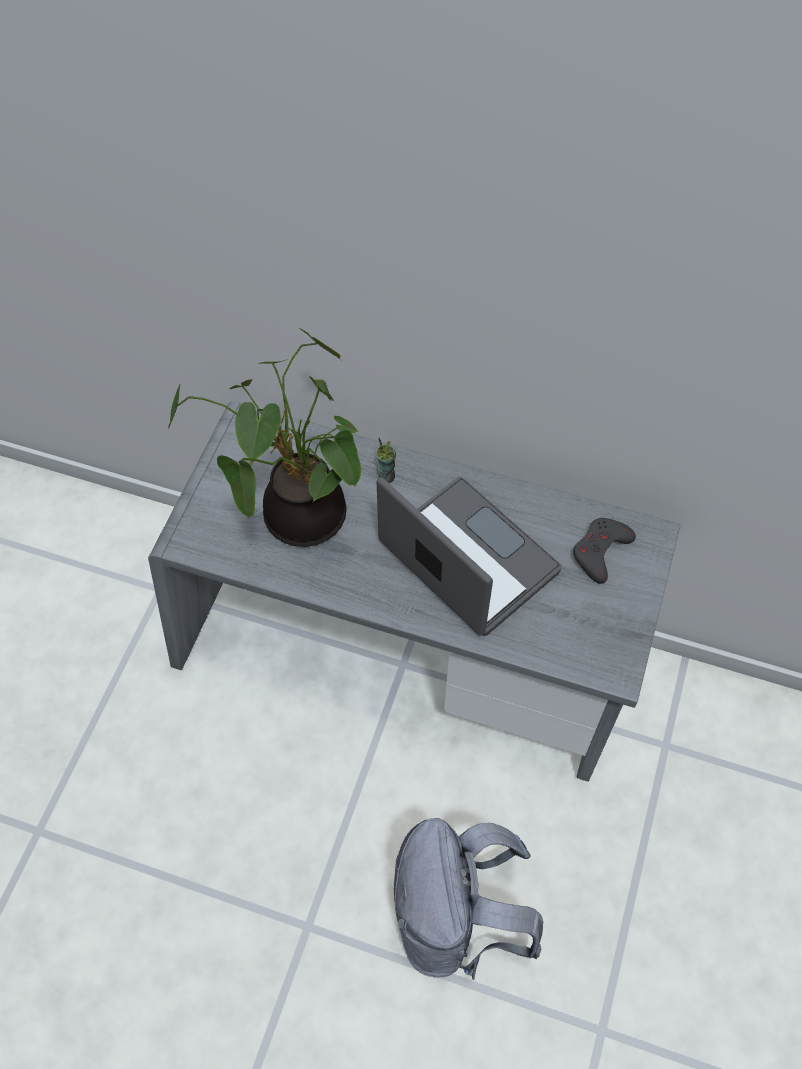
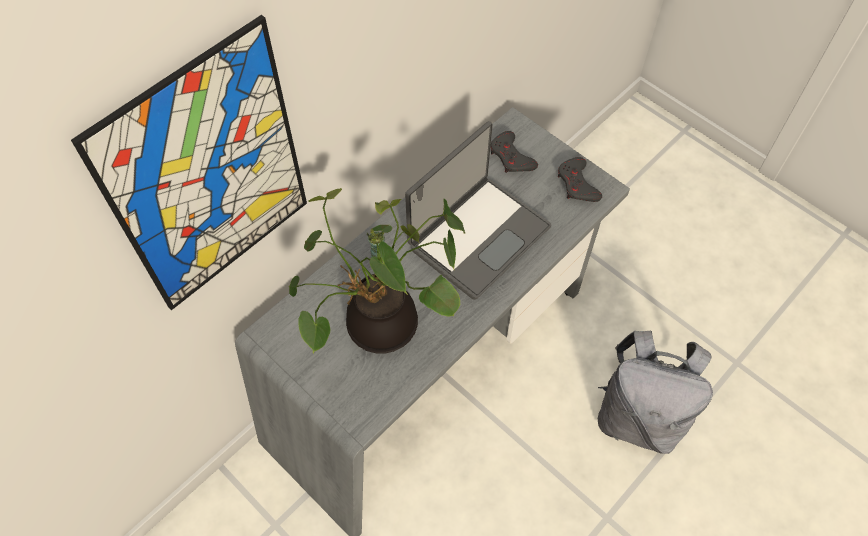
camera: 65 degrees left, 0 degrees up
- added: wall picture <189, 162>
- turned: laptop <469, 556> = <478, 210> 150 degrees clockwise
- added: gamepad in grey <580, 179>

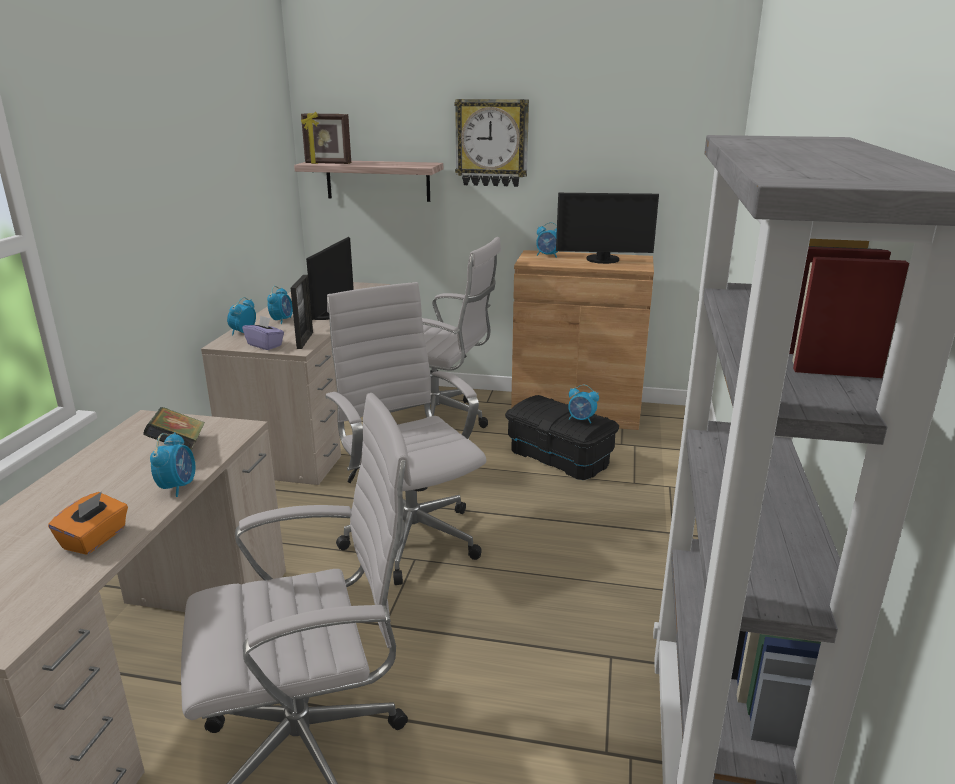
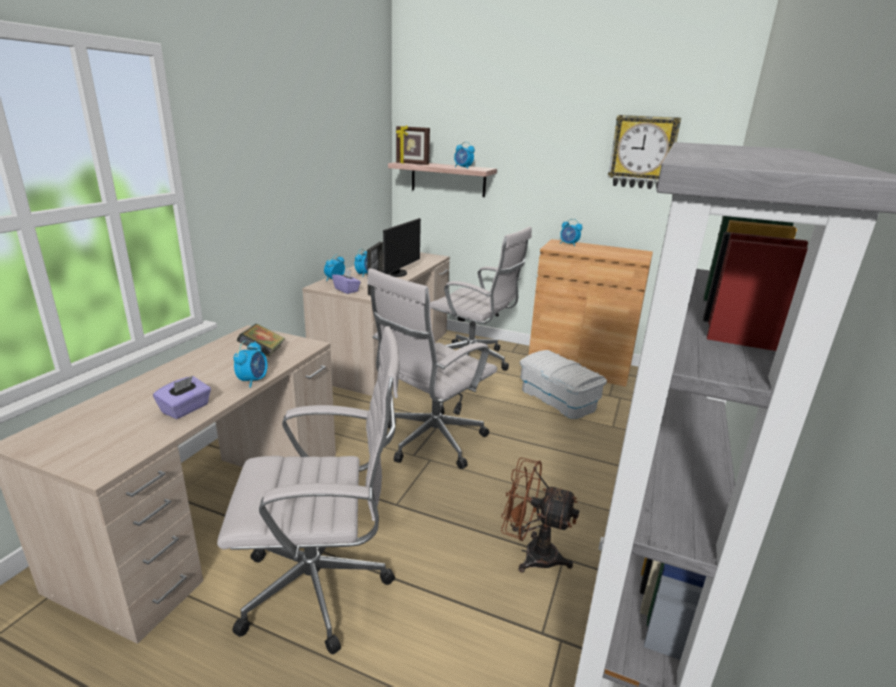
camera: 10 degrees right, 0 degrees up
- recoloured: tissue holder in orange <88, 523> to tissue holder in purplish <182, 397>
- turned: computer chair in whitish <405, 433> = <432, 368> 120 degrees counterclockwise
- moved: alarm clock <583, 404> to <464, 155>
- added: fan in brownish <540, 515>
- recoloured: storage container in blackish <562, 437> to storage container in whitish <563, 384>
- moved: clock on the wall <491, 143> to <644, 152>
- removed: computer display <607, 228>

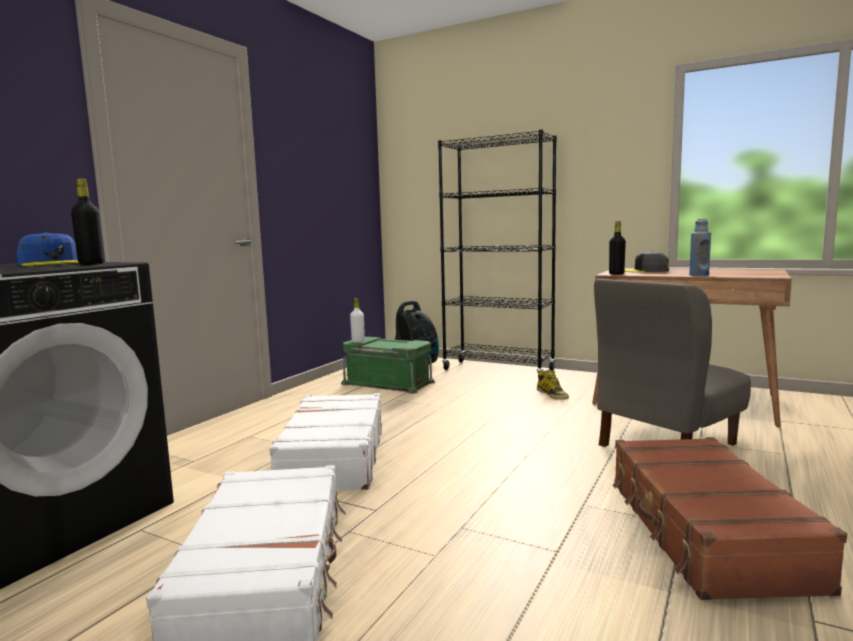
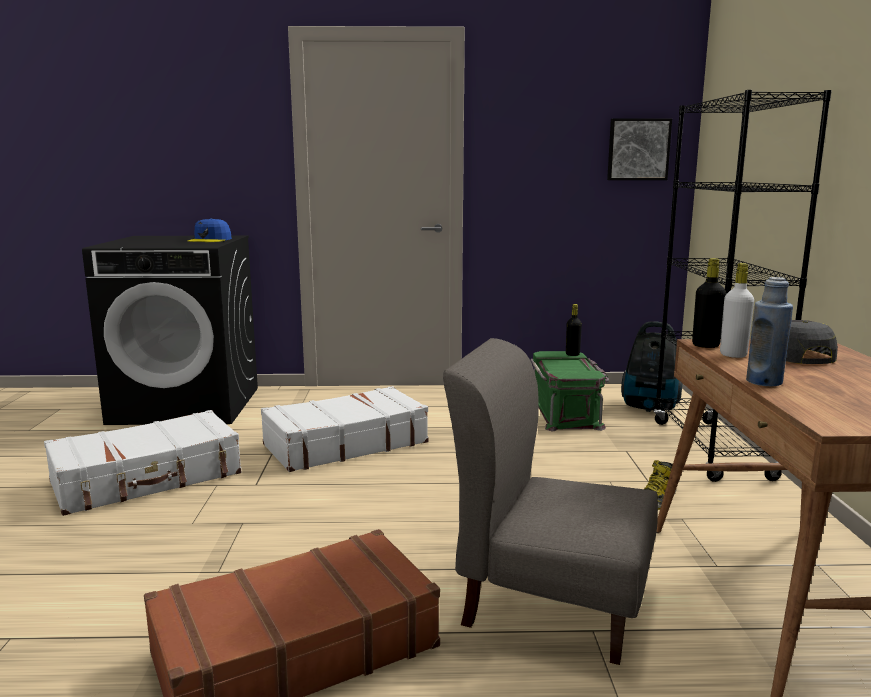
camera: 60 degrees right, 5 degrees up
- moved: bottle in blackish <87, 222> to <574, 330>
- added: wall picture <639, 149>
- moved: bottle in whitish <357, 320> to <737, 310>

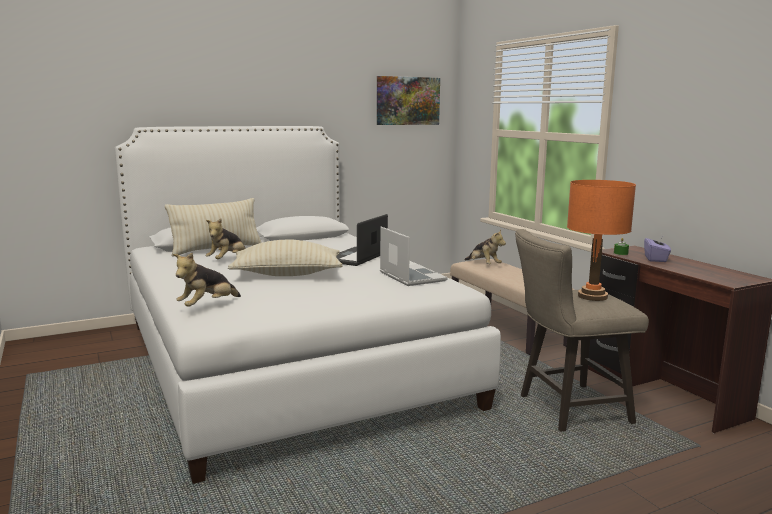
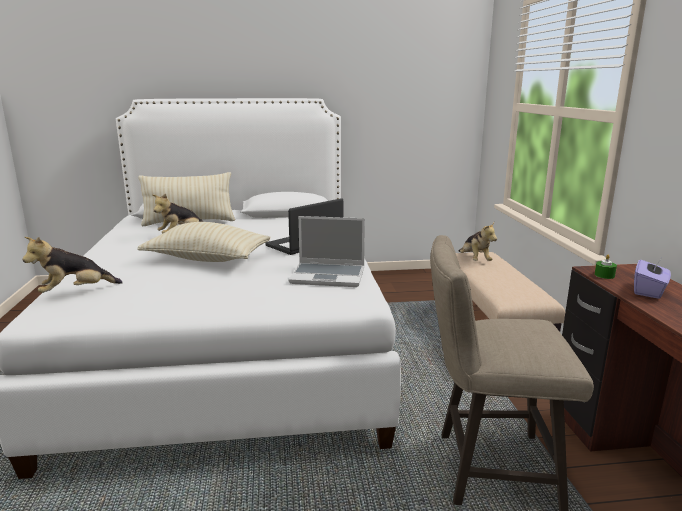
camera: 20 degrees right, 5 degrees up
- turned: laptop <414, 256> = <327, 251> 105 degrees clockwise
- removed: wall picture <408, 100>
- removed: tabletop lamp in orange <601, 240>

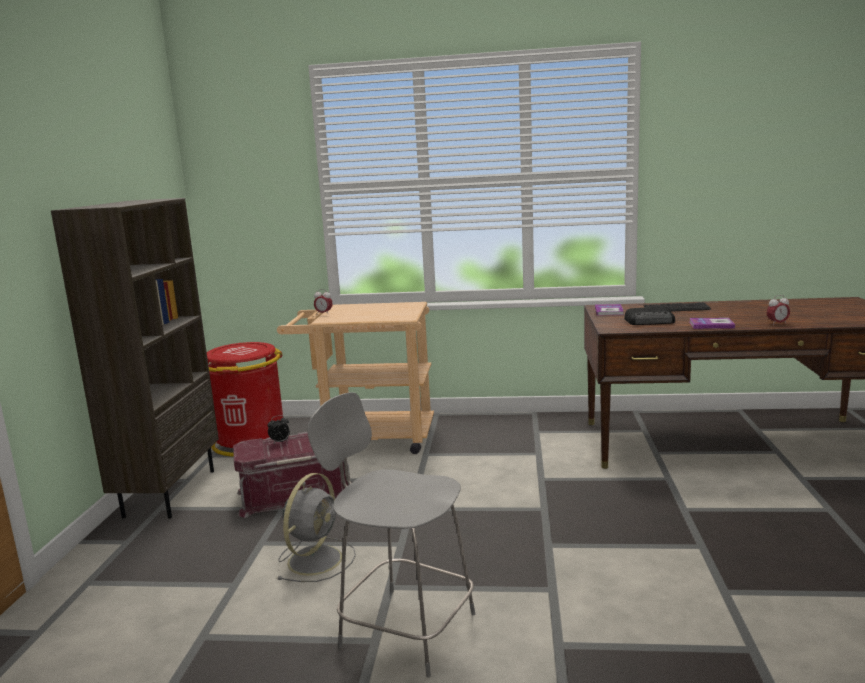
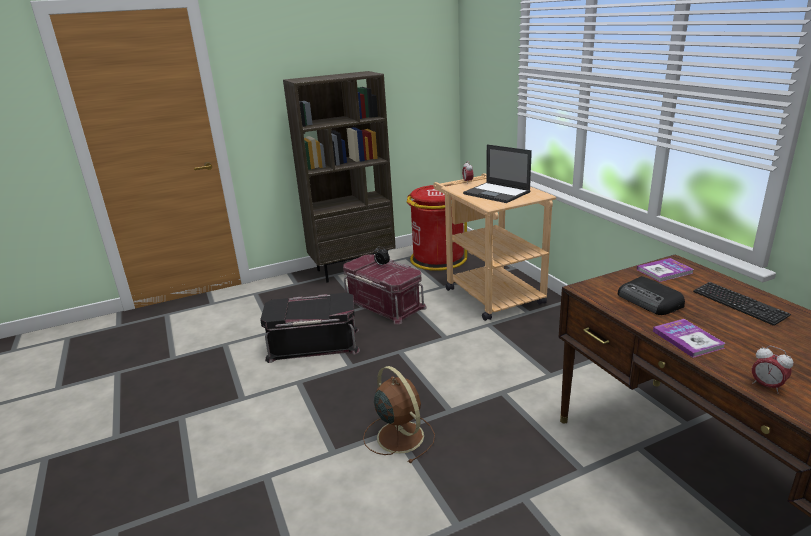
camera: 60 degrees right, 10 degrees up
- replaced: fan in grey <316, 527> to storage container in blackish <310, 328>
- added: fan in brownish <399, 414>
- added: laptop <497, 173>
- removed: chair in grey <391, 535>

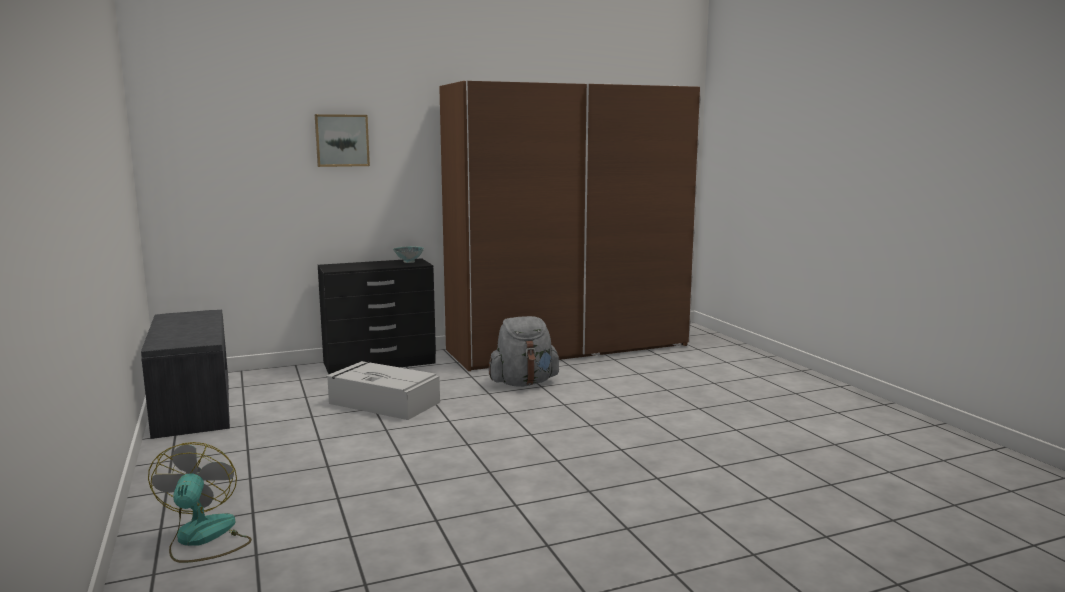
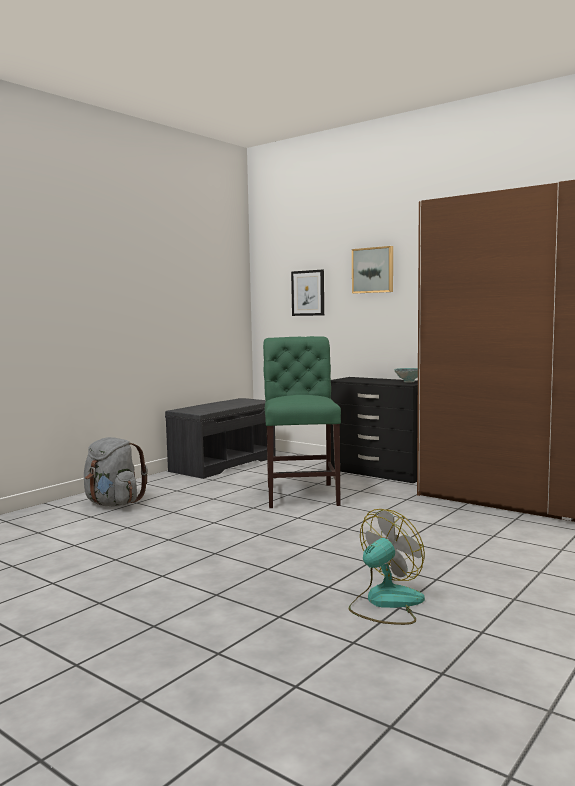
camera: 60 degrees right, 5 degrees down
- moved: knapsack in grey <524, 351> to <116, 472>
- replaced: storage container in grey <383, 390> to chair in greenish <302, 422>
- added: wall picture <307, 293>
- moved: fan <200, 502> to <387, 567>

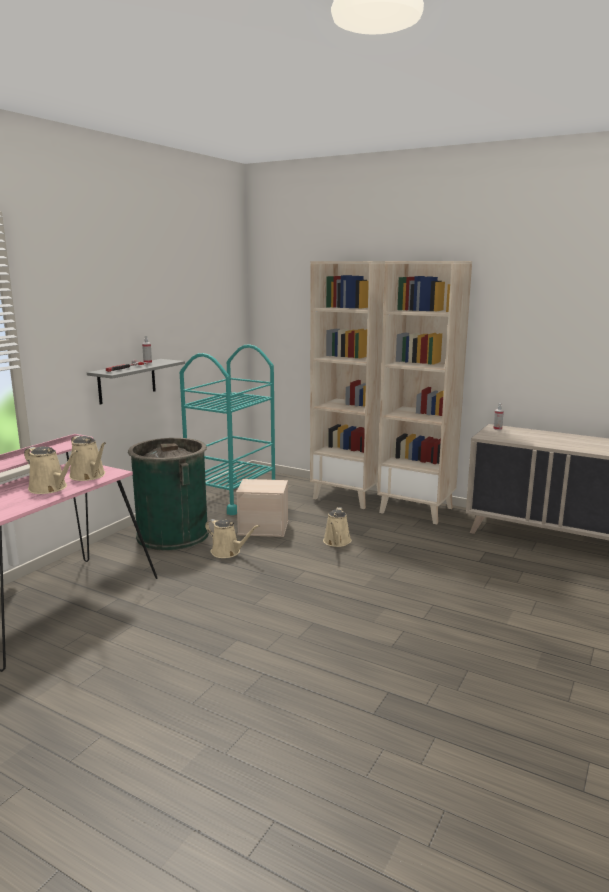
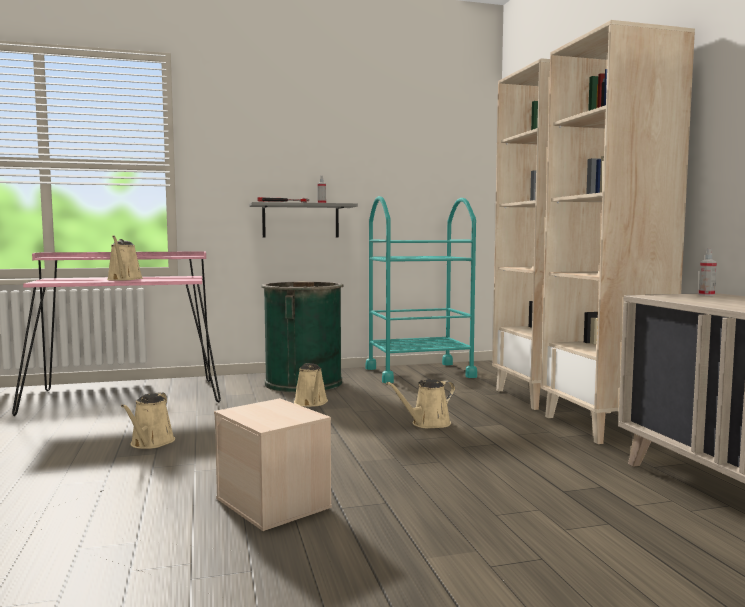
camera: 45 degrees right, 10 degrees down
- moved: watering can in sand-coloured <87, 458> to <148, 421>
- moved: storage container in sand-coloured <262, 508> to <273, 464>

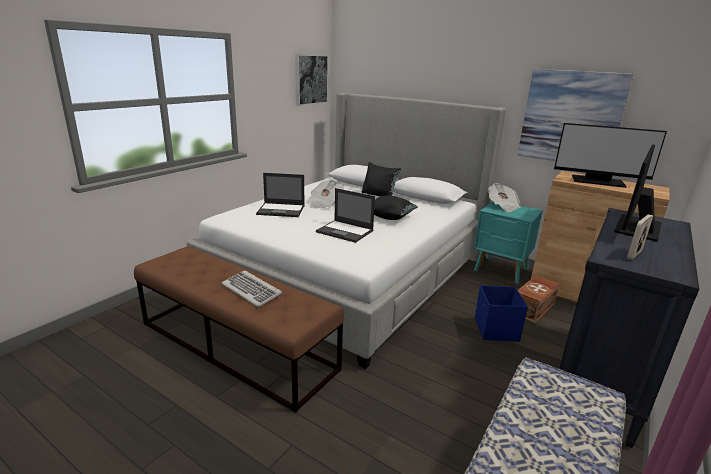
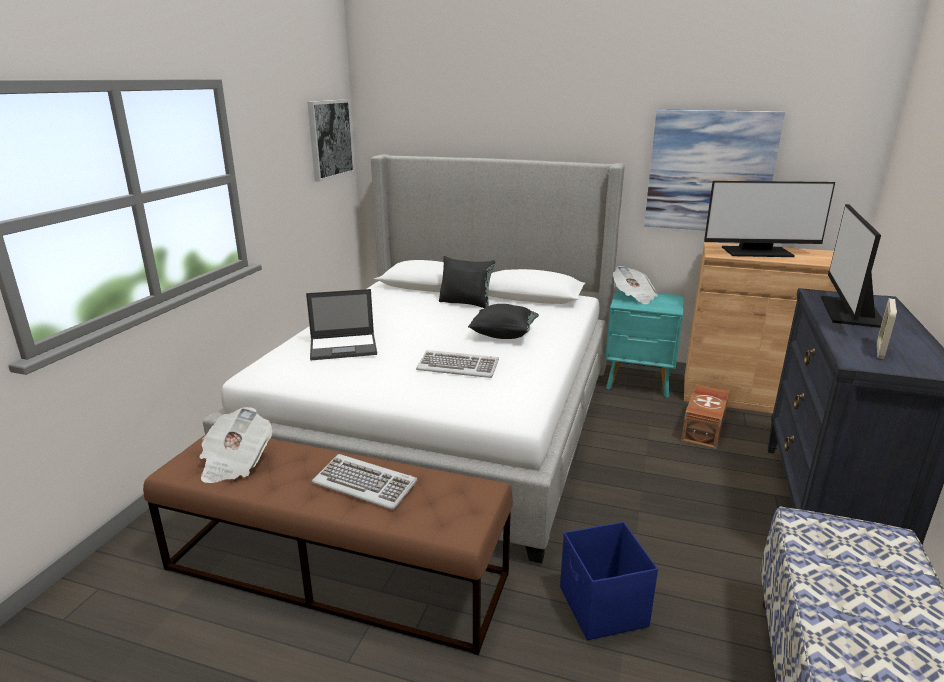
camera: 15 degrees left, 0 degrees up
- moved: daily paper <327, 194> to <235, 445>
- replaced: laptop <345, 215> to PC keyboard <457, 364>
- moved: storage container in blue <501, 313> to <609, 581>

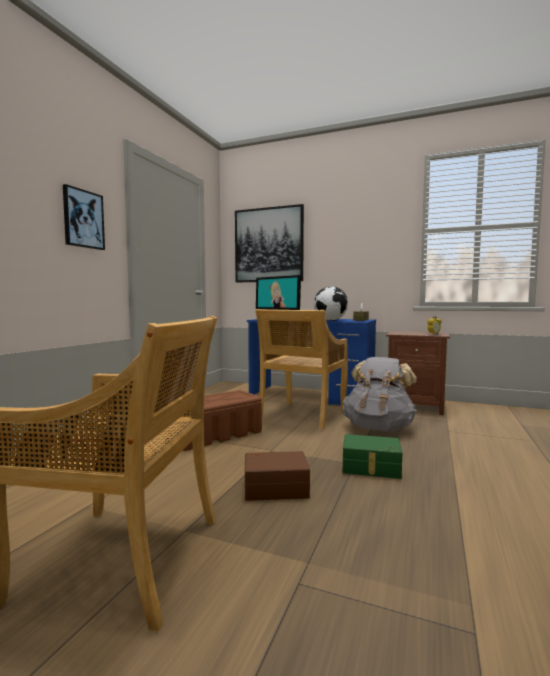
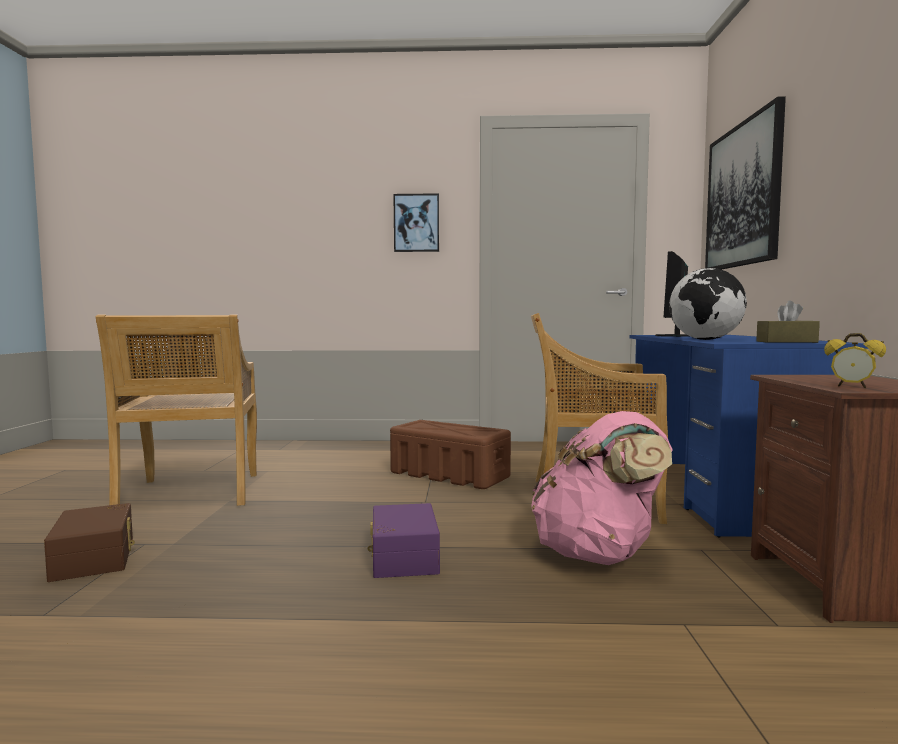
camera: 70 degrees right, 0 degrees up
- moved: storage container in brownish <277, 476> to <89, 542>
- recoloured: storage container in greenish <372, 456> to storage container in purplish <404, 540>
- recoloured: knapsack in grey <380, 394> to knapsack in pink <602, 488>

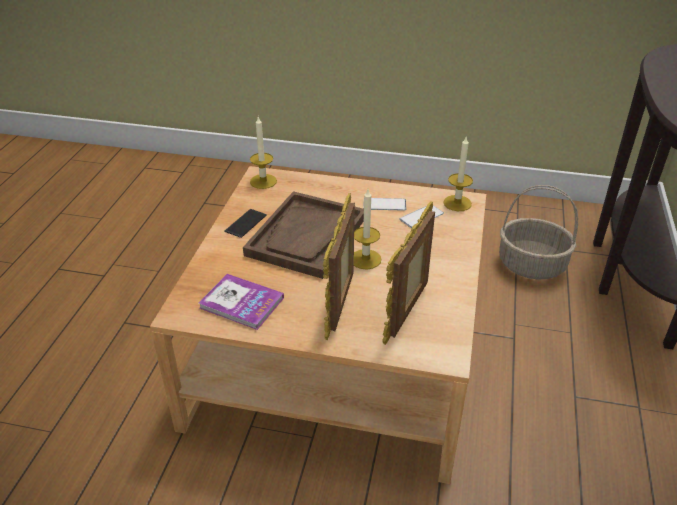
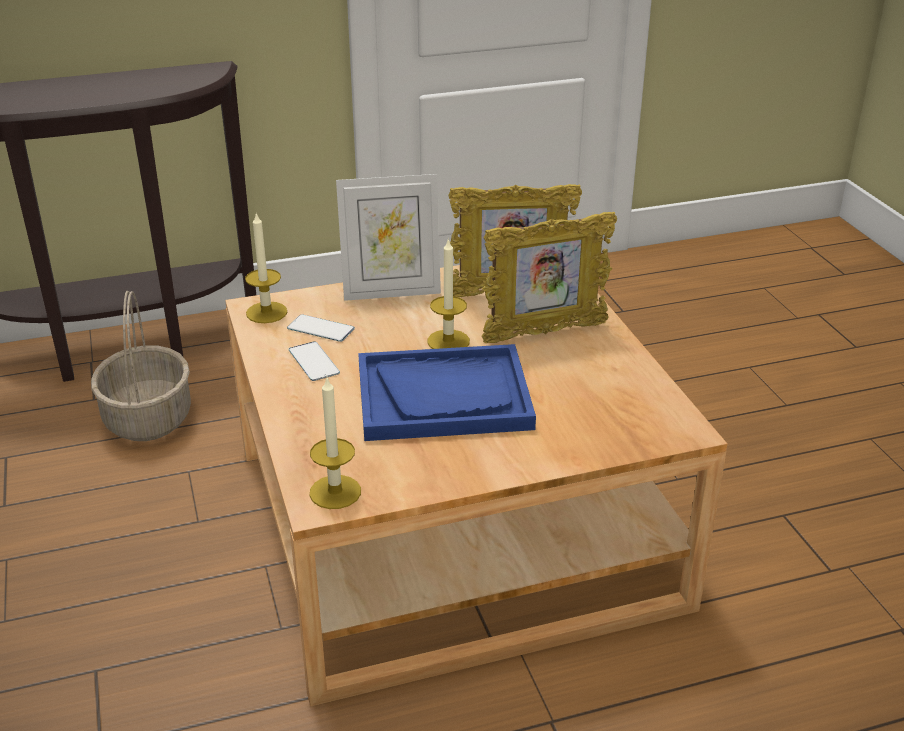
camera: 120 degrees left, 5 degrees down
- added: picture frame <388, 237>
- recoloured: tray in brownish <303, 235> to tray in blue <447, 392>
- removed: book <241, 302>
- removed: phone <245, 223>

